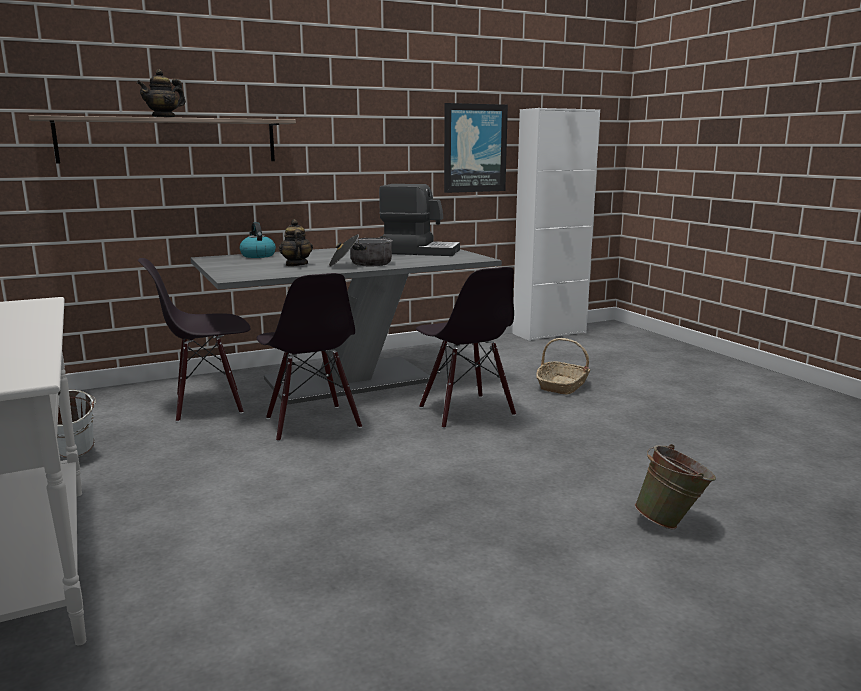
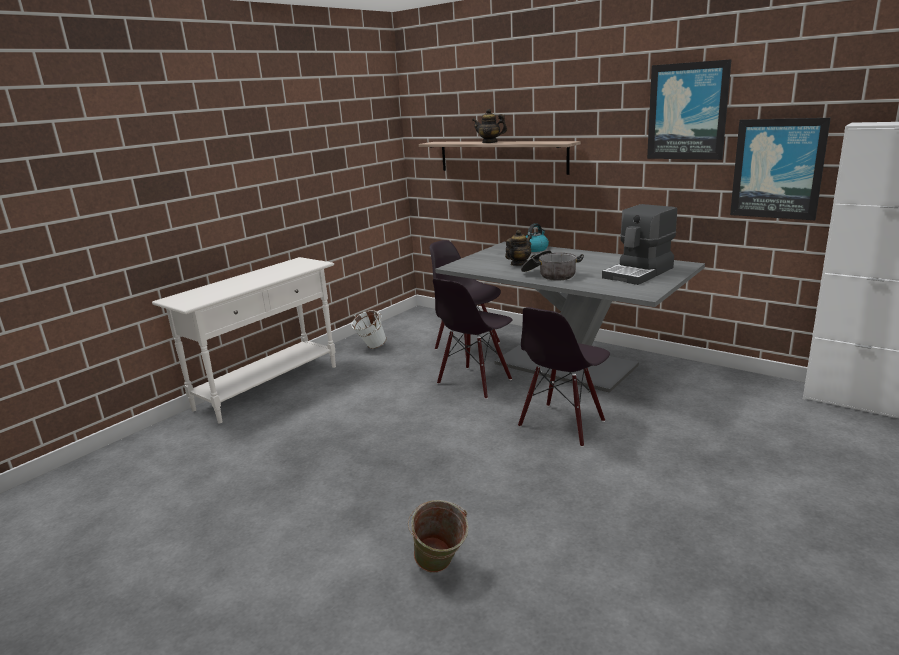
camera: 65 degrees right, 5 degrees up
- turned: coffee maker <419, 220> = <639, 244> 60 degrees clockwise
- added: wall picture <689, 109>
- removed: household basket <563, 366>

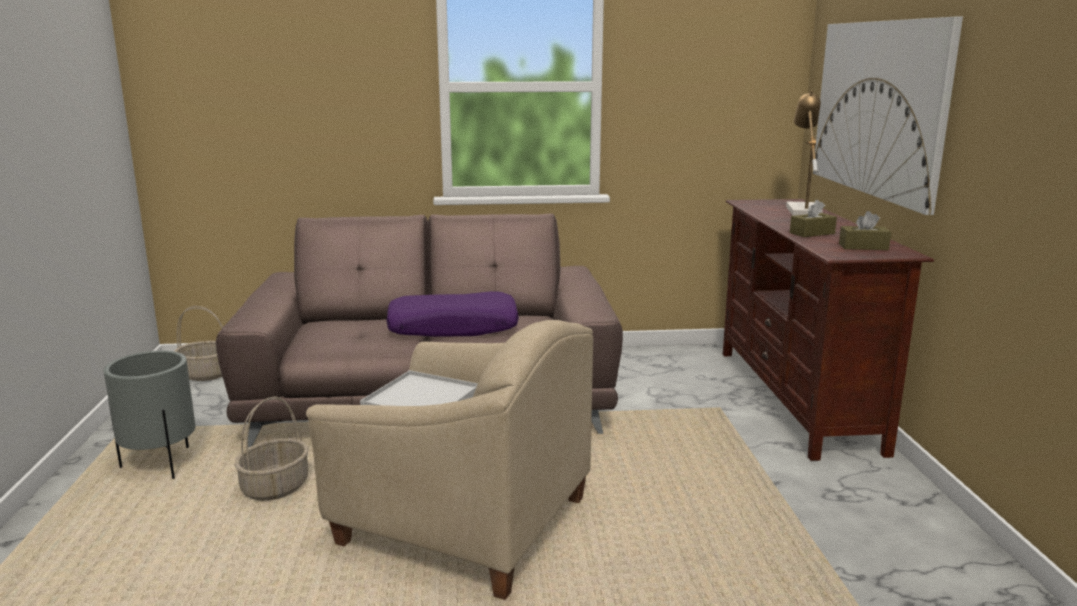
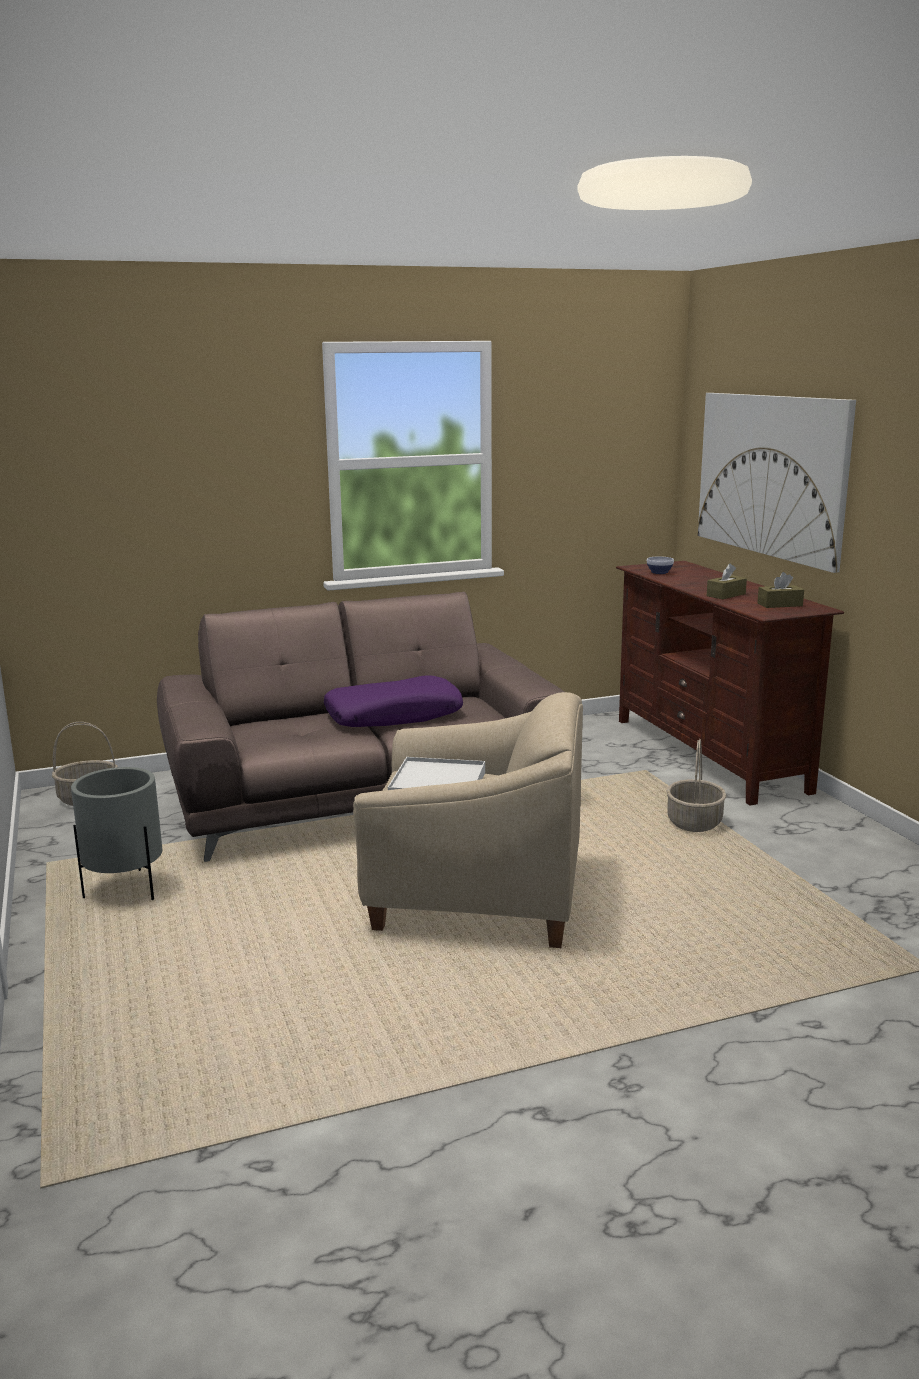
camera: 15 degrees left, 0 degrees up
- added: deep dish <660, 565>
- moved: household basket <271, 449> to <696, 785>
- removed: tabletop lamp <804, 153>

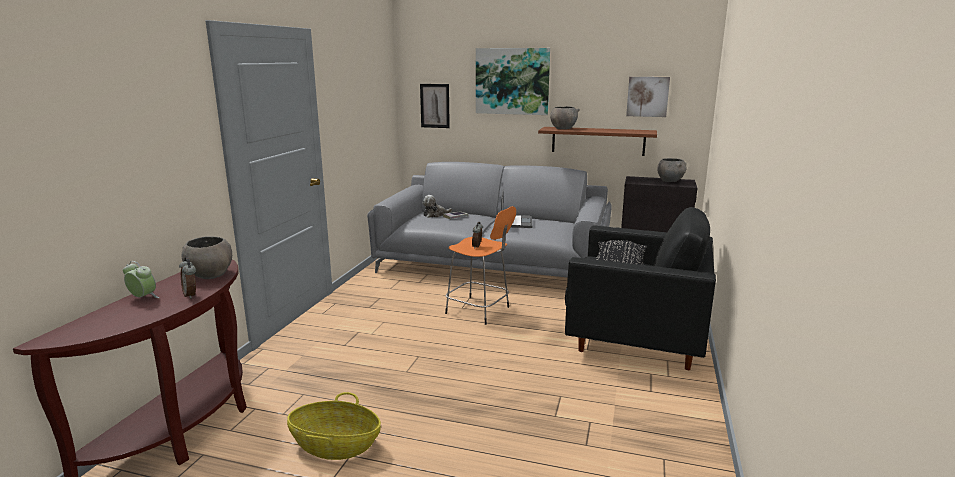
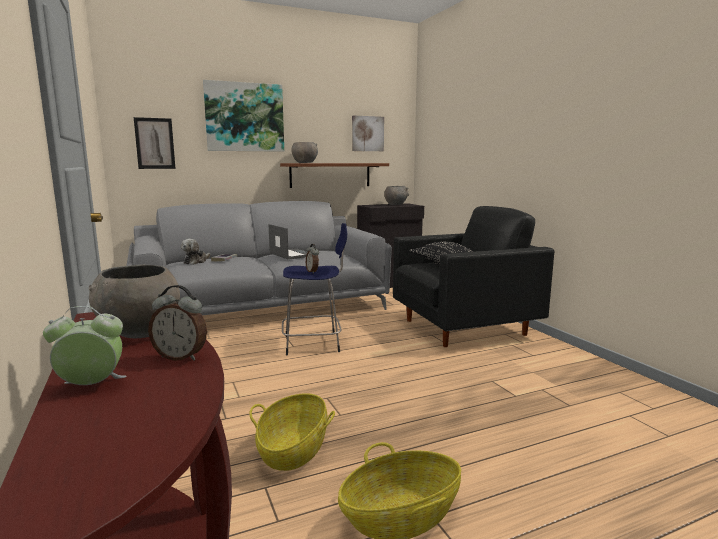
camera: 40 degrees left, 5 degrees down
- added: household basket <292, 432>
- recoloured: stool in orange <480, 265> to stool in blue <314, 289>

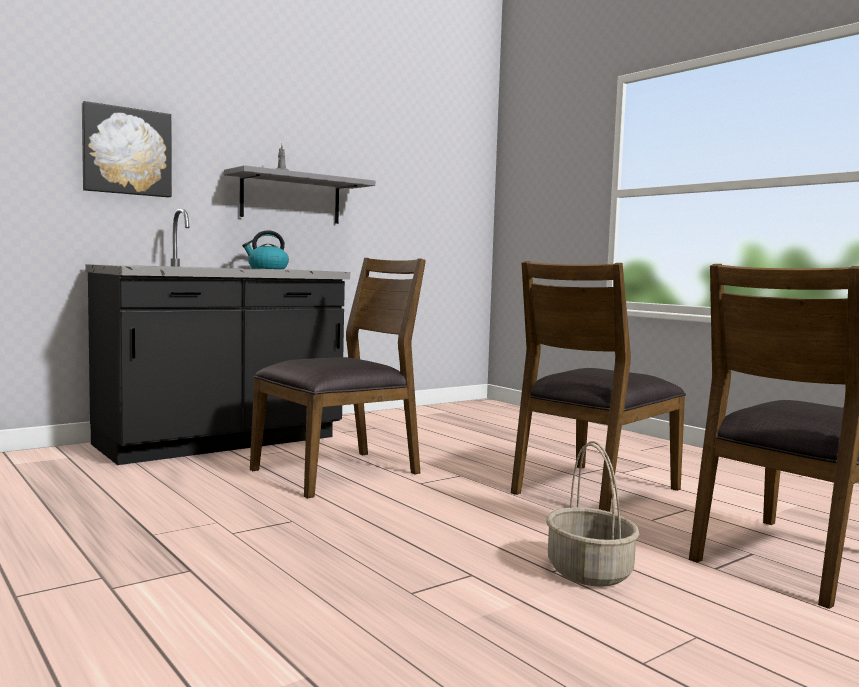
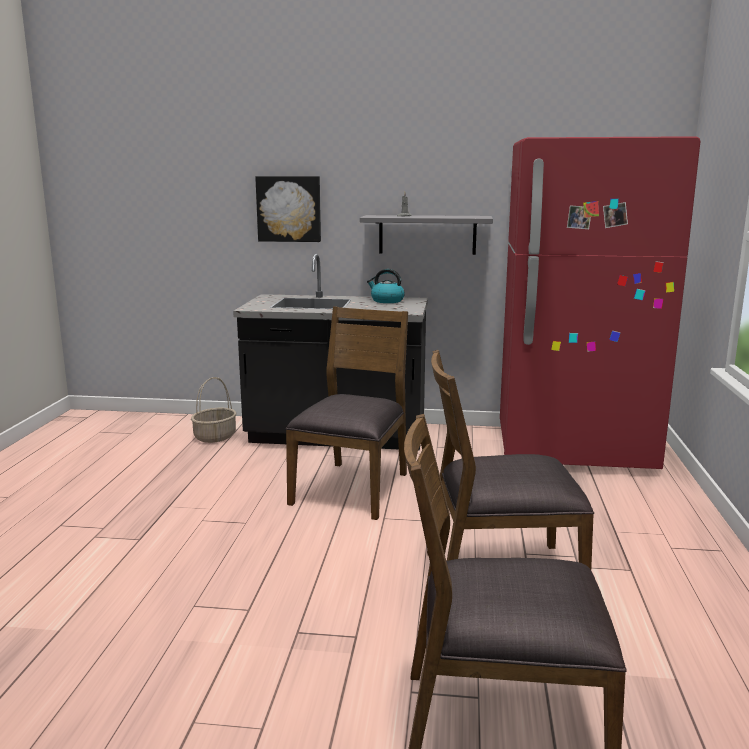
camera: 45 degrees right, 10 degrees up
- moved: household basket <593, 514> to <214, 410>
- turned: chair in brownish <338, 378> = <346, 413> 75 degrees counterclockwise
- added: fridge in reddish <600, 302>

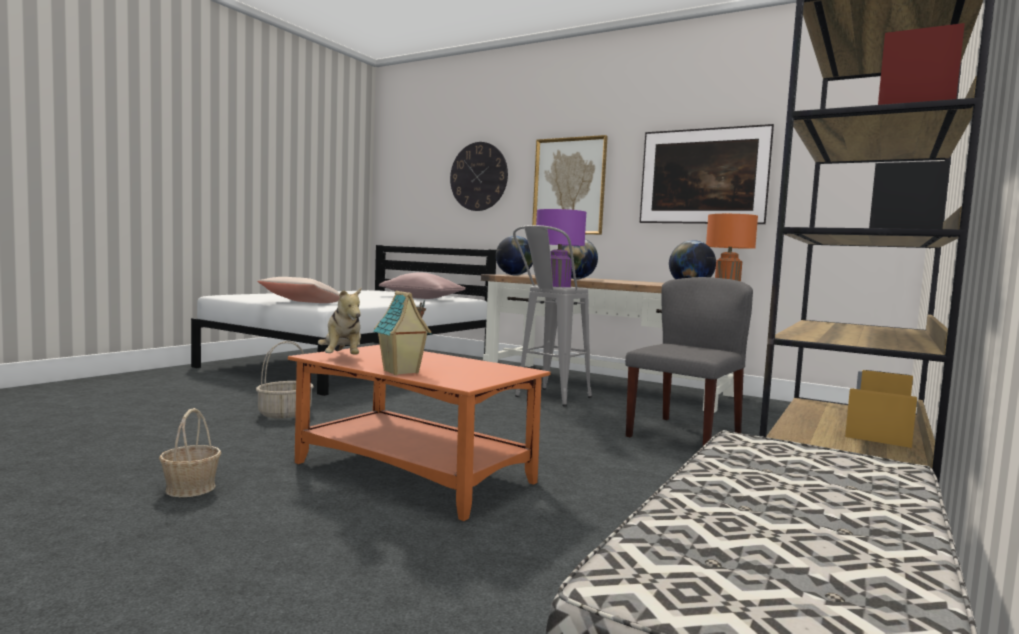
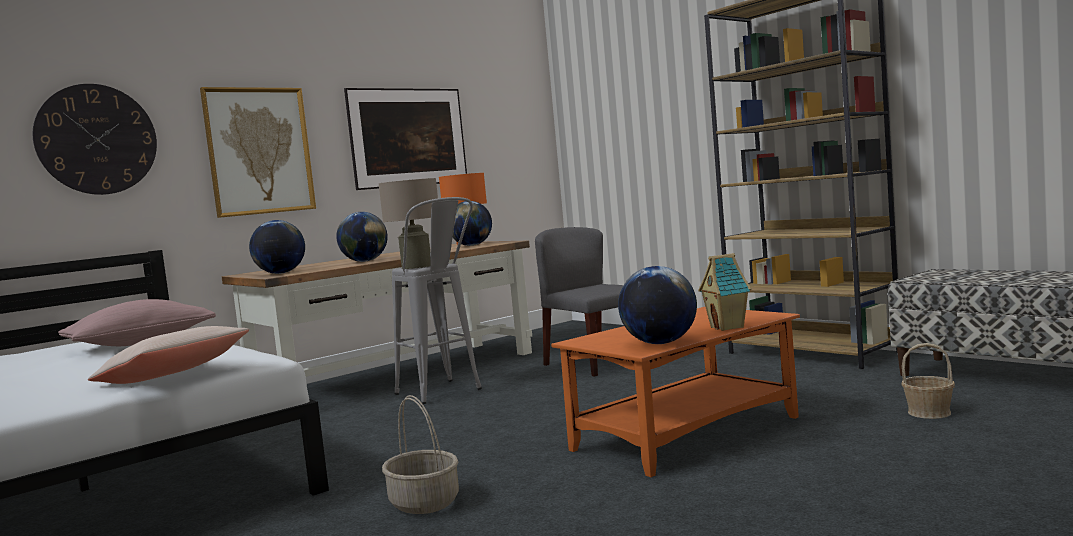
camera: 70 degrees left, 0 degrees up
- recoloured: tabletop lamp in purplish <561, 248> to tabletop lamp in sand-coloured <408, 223>
- replaced: soft toy <339, 321> to globe <657, 305>
- moved: household basket <190, 452> to <928, 381>

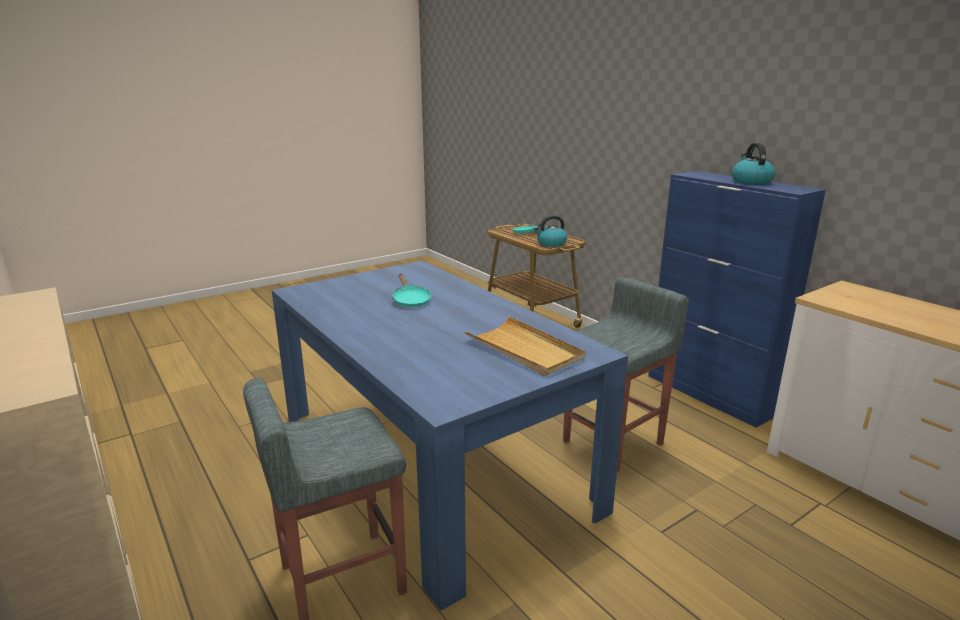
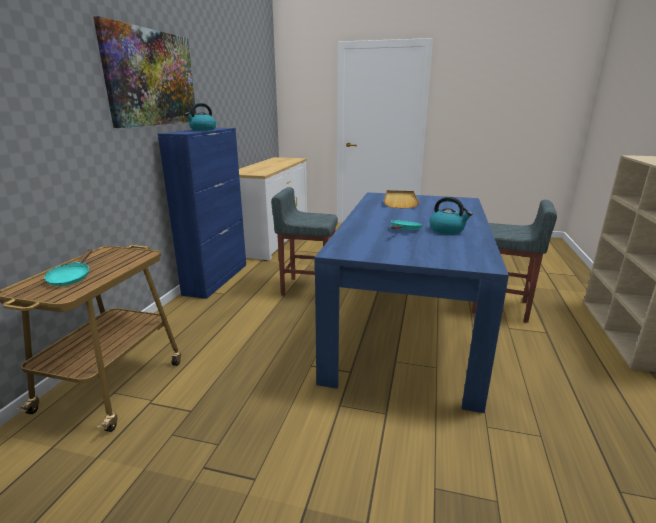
camera: 130 degrees left, 0 degrees up
- added: wall picture <144, 72>
- moved: kettle <550, 231> to <451, 215>

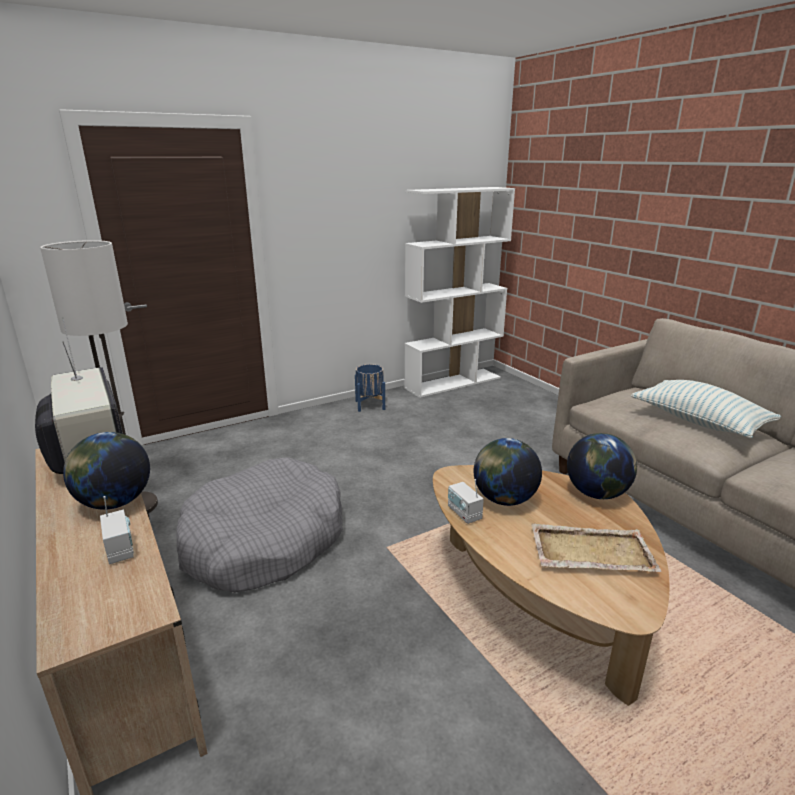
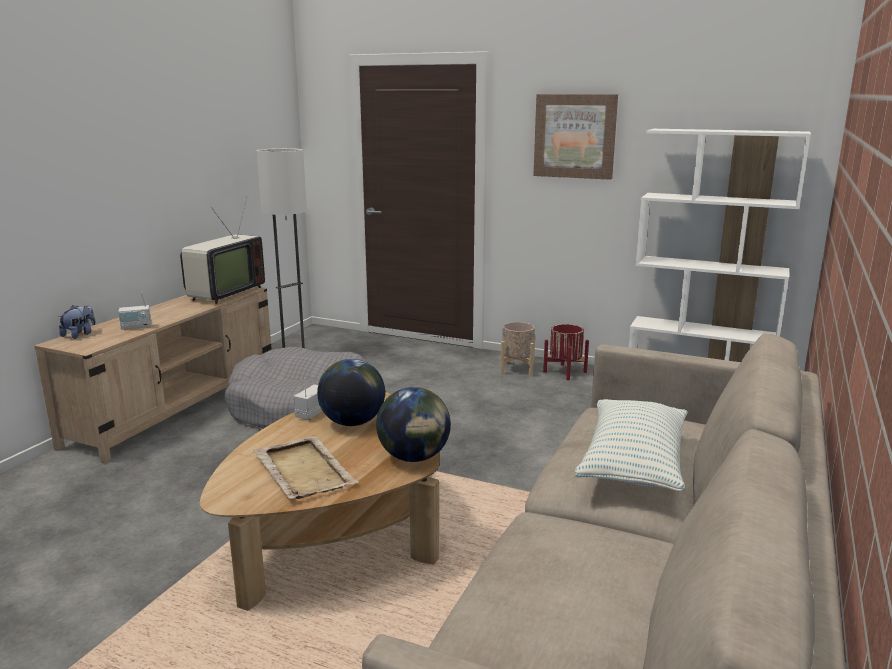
camera: 55 degrees right, 5 degrees down
- added: soft toy <77, 322>
- turned: radio <117, 530> = <134, 311> 45 degrees clockwise
- added: planter in sand-coloured <517, 349>
- added: wall picture <575, 137>
- recoloured: planter in blue <370, 388> to planter in reddish <566, 352>
- removed: globe <106, 471>

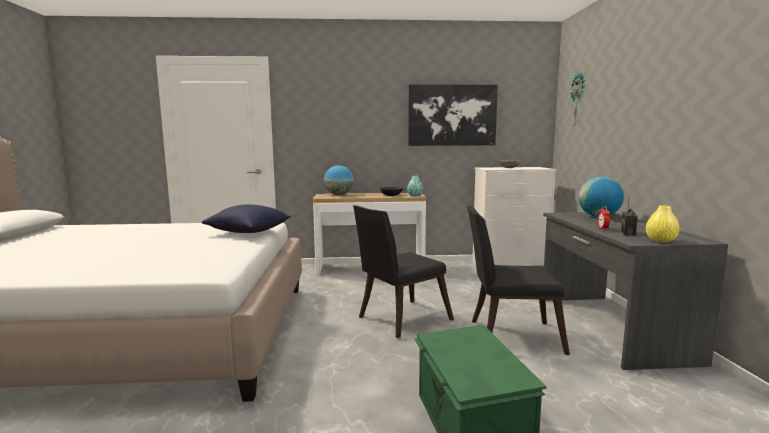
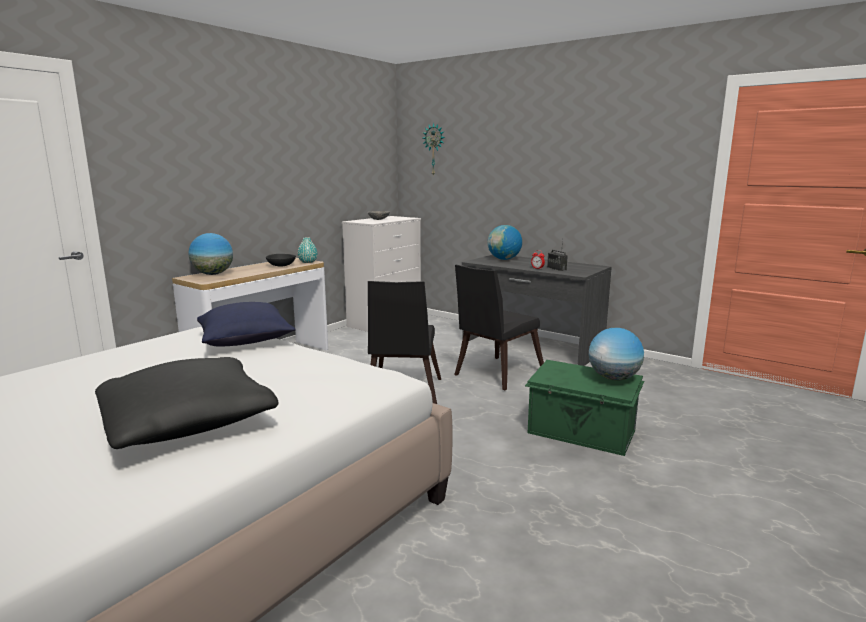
camera: 50 degrees left, 5 degrees up
- added: cushion in blackish <186, 403>
- added: globe <616, 354>
- removed: wall picture <453, 115>
- removed: vase in yellowish <663, 224>

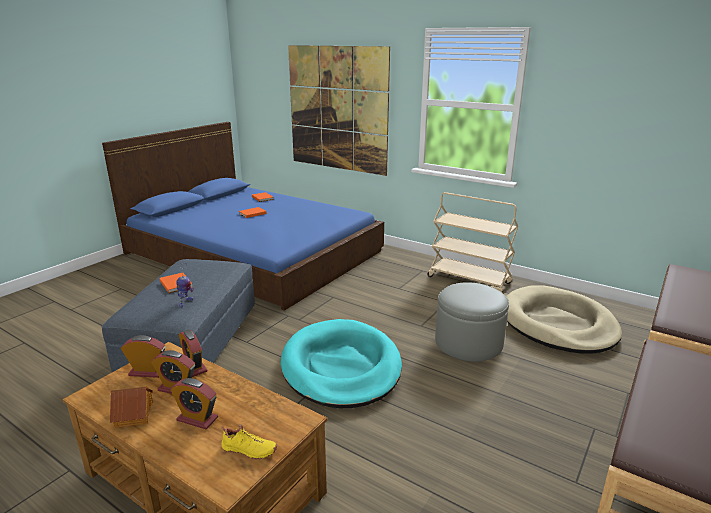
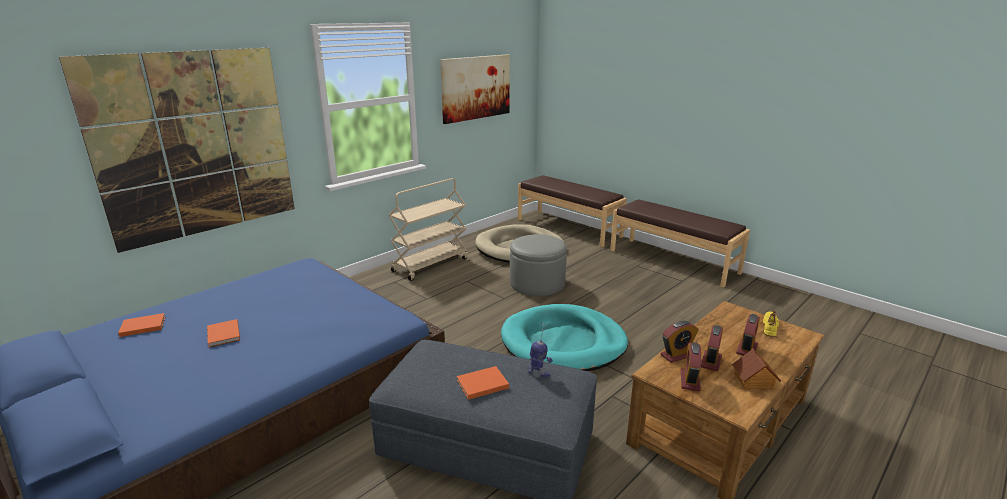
camera: 80 degrees left, 0 degrees up
- added: wall picture <475, 89>

